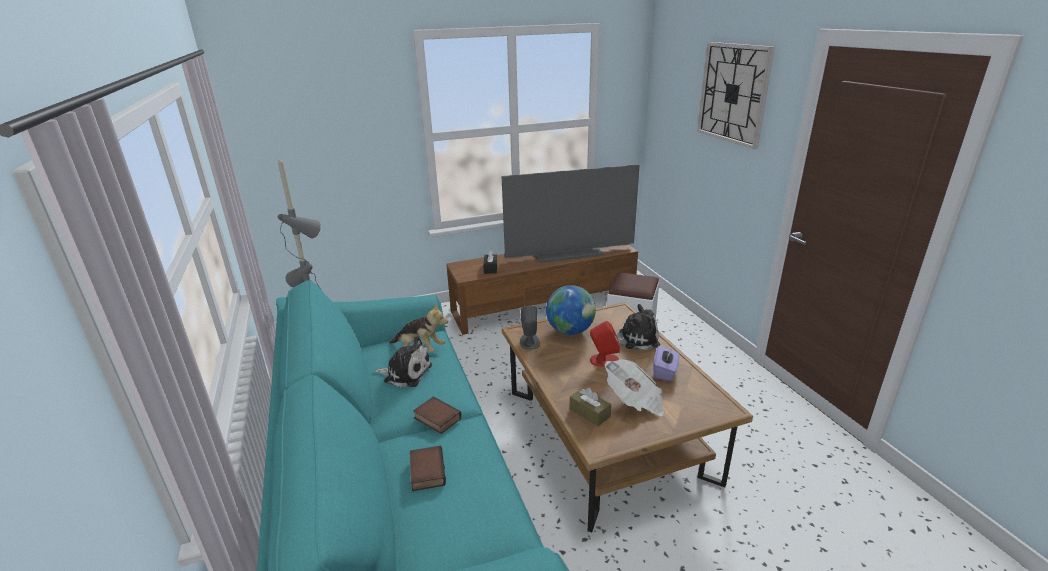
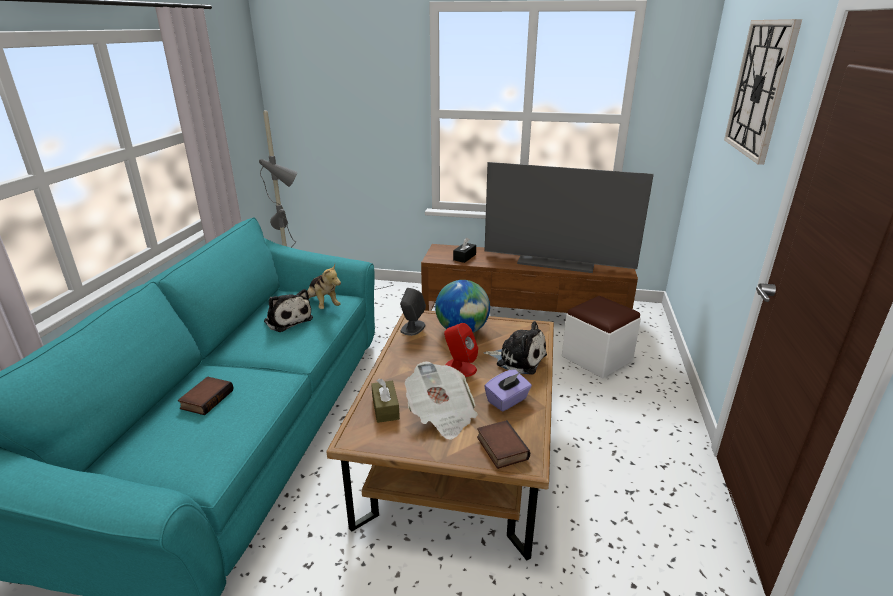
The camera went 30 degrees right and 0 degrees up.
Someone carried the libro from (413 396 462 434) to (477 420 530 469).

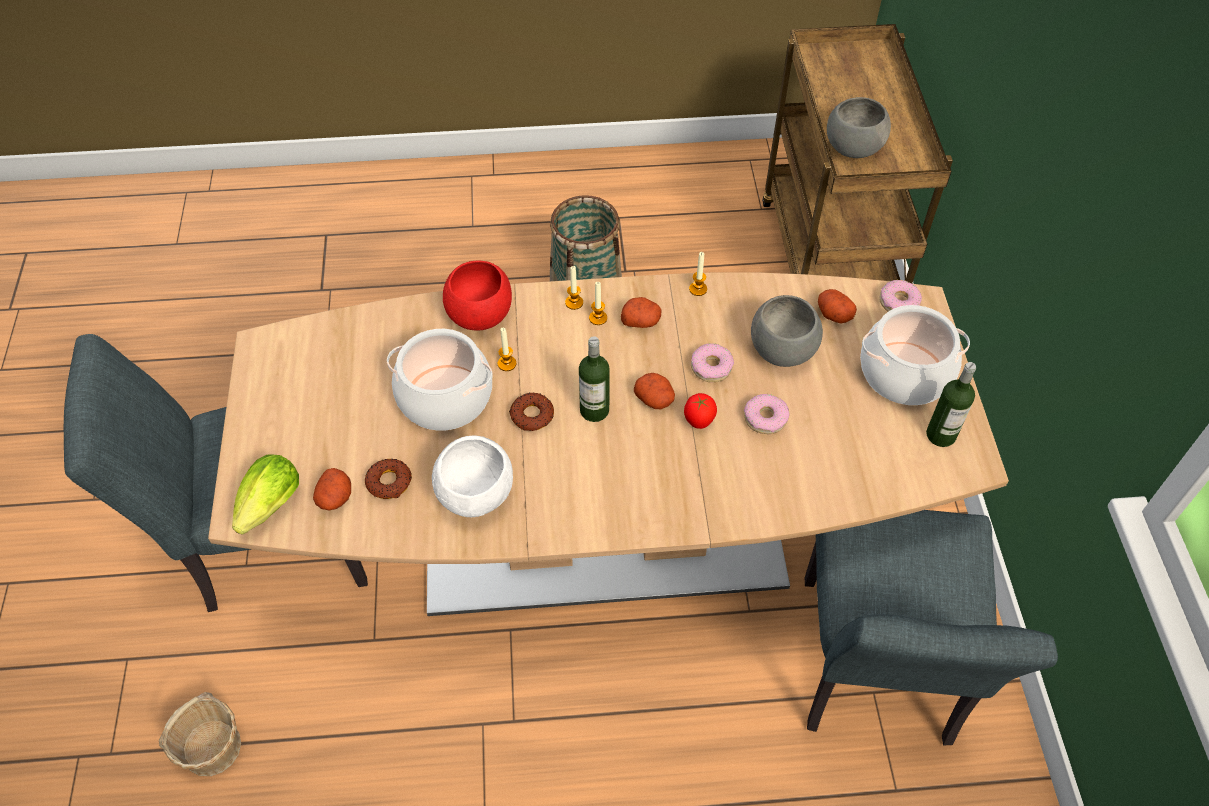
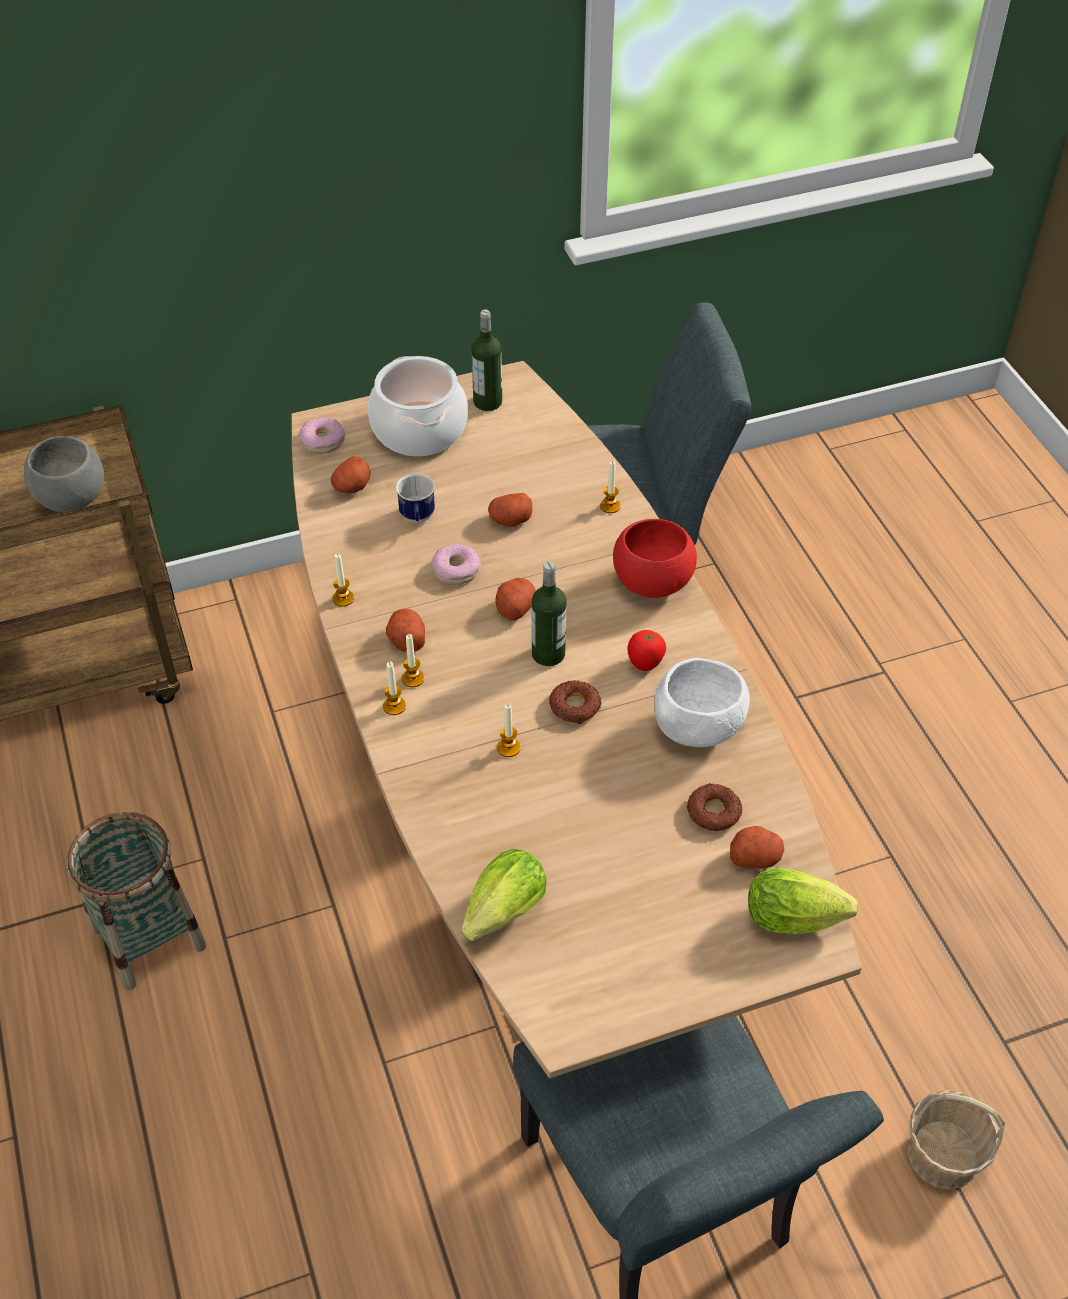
The camera went 105 degrees left and 5 degrees down.
Someone took away the olla at (387 329 493 431).
Someone put down the lechuga at (462 849 547 941).
Someone put down the vela at (600 461 621 513).
Someone carried the cuenco [rojo] from (443 261 512 331) to (613 519 697 598).
Someone carried the tomate from (684 393 717 429) to (627 630 666 671).
Someone swapped the rosquilla at (744 394 789 434) for the patata at (488 493 533 527).
Someone swapped the cuenco [gris] at (751 295 823 367) for the taza grande at (396 473 435 523).

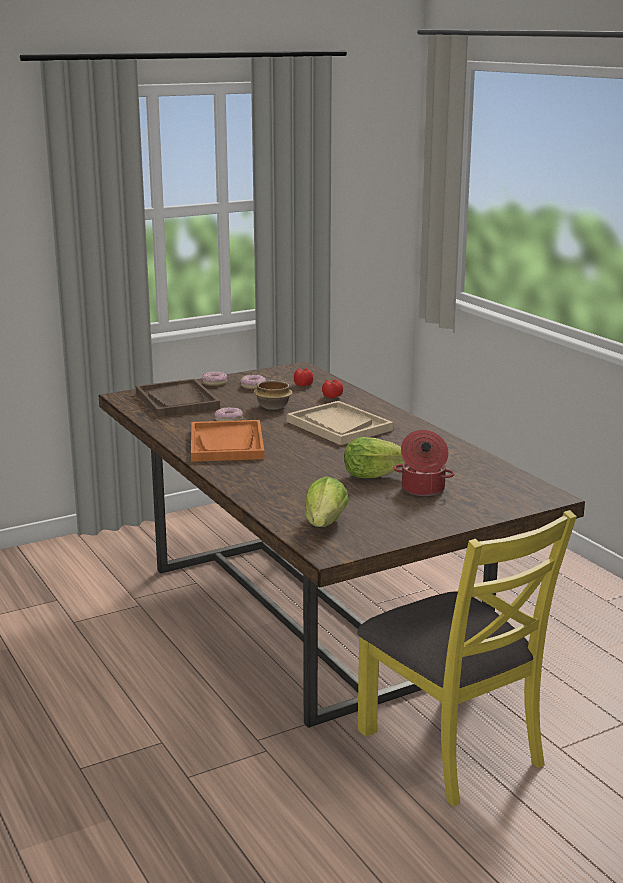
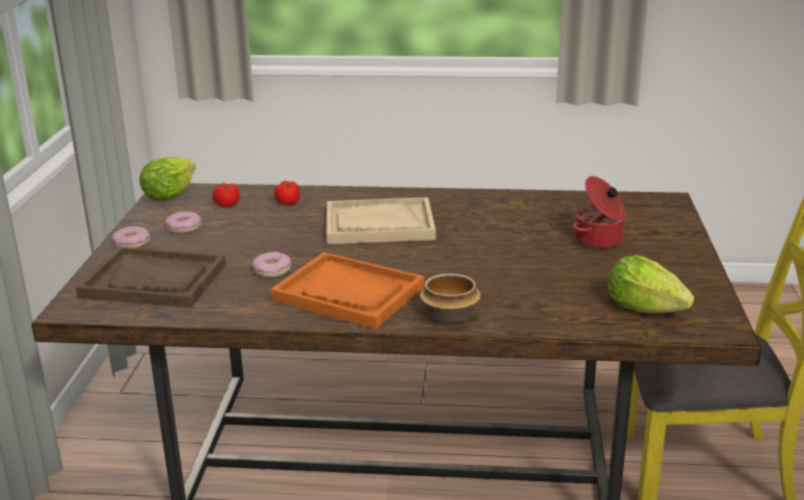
The camera went 55 degrees left and 5 degrees up.
Someone carried the cuenco from (254 380 293 410) to (420 273 481 323).
Someone carried the lechuga from (344 437 405 478) to (139 157 196 201).

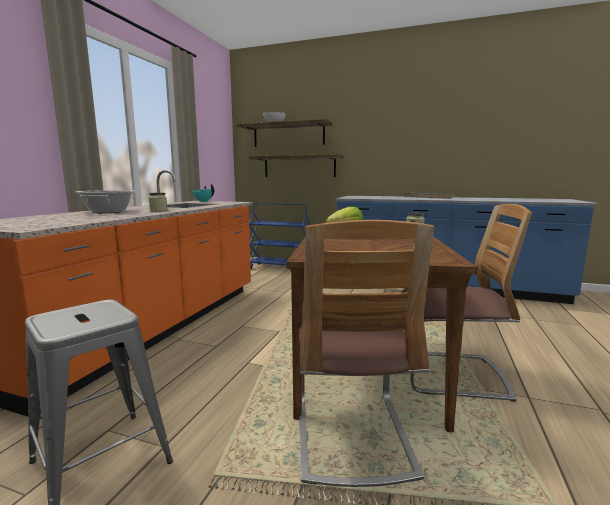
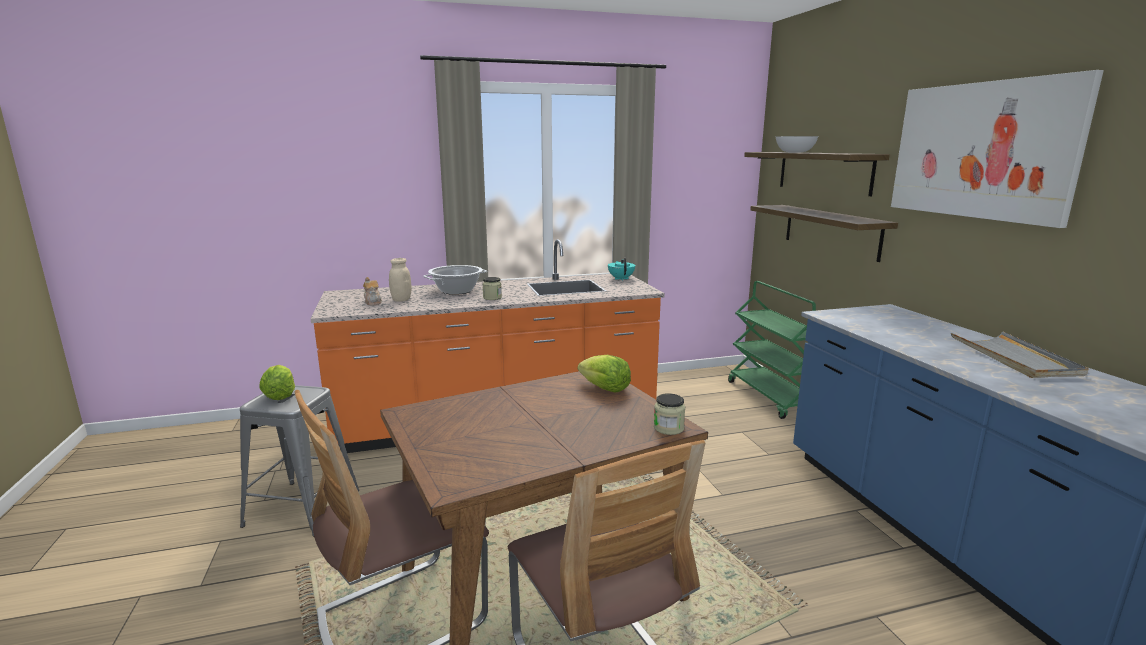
The camera went 55 degrees right and 5 degrees up.
Someone put down the lechuga at (259 365 295 400).
Someone put down the tetera at (363 277 382 306).
Someone put down the tarro [beis] at (389 258 411 302).
Someone put up the cuadro at (891 70 1104 228).
Someone repainted the carrito [azul] at (249 203 310 269), which became the carrito [verde] at (728 281 816 419).

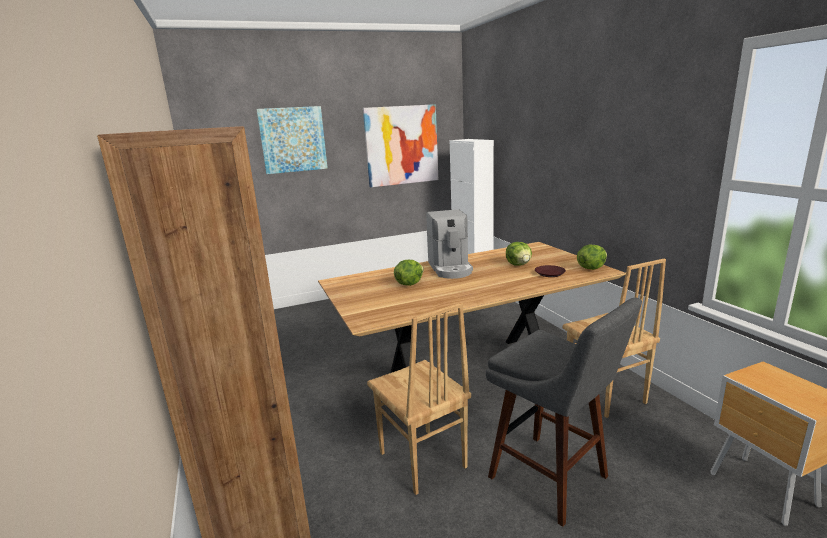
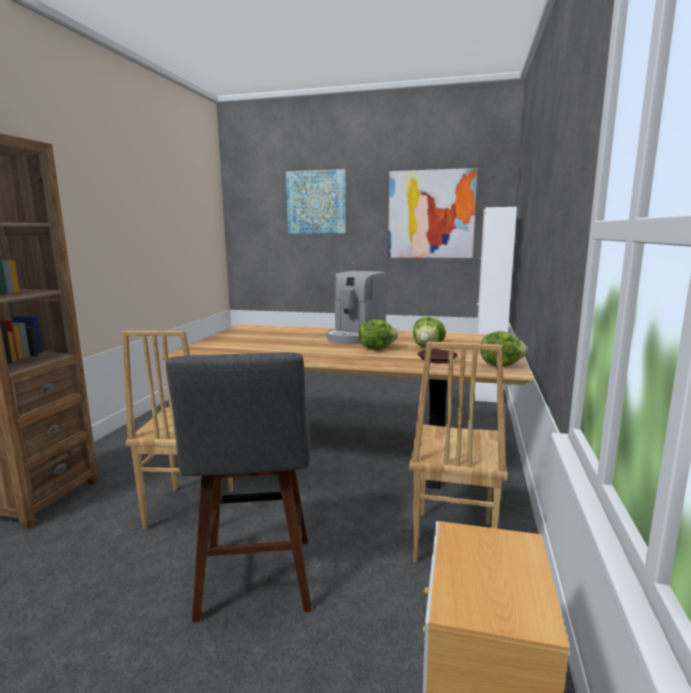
The camera went 35 degrees right and 5 degrees down.
Someone carried the lechuga from (394 260 424 286) to (359 319 398 350).

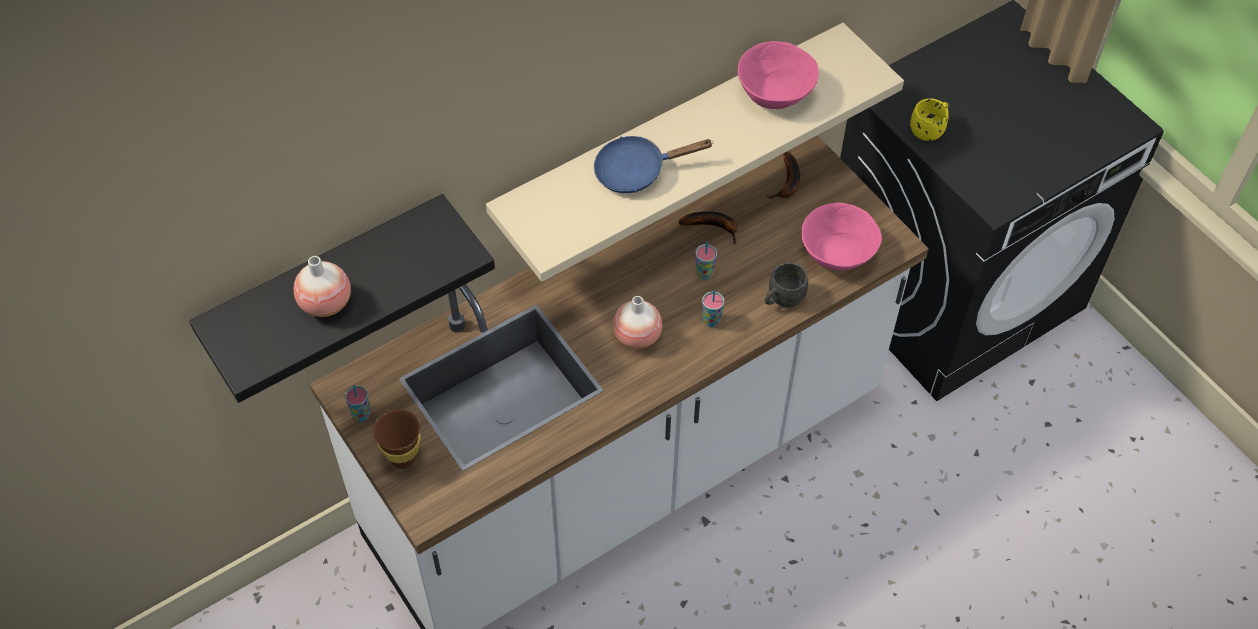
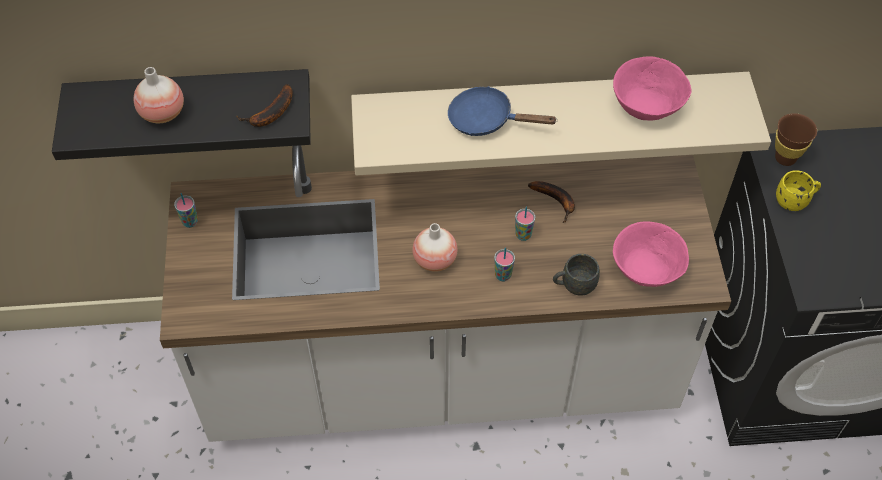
The camera went 30 degrees right and 0 degrees up.
Someone carried the taza [marrón] from (373 409 421 469) to (775 113 817 166).
Someone carried the plátano from (766 152 801 199) to (237 84 292 127).

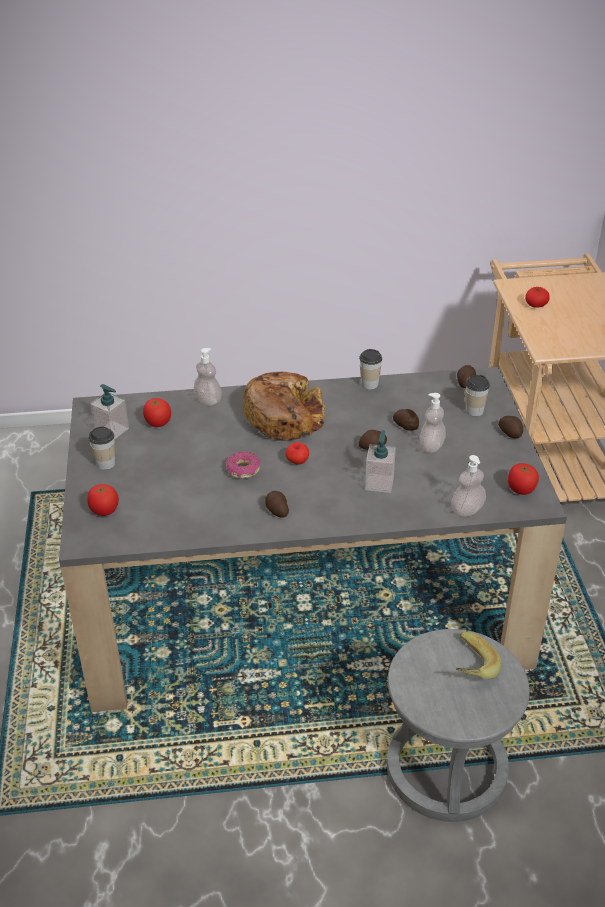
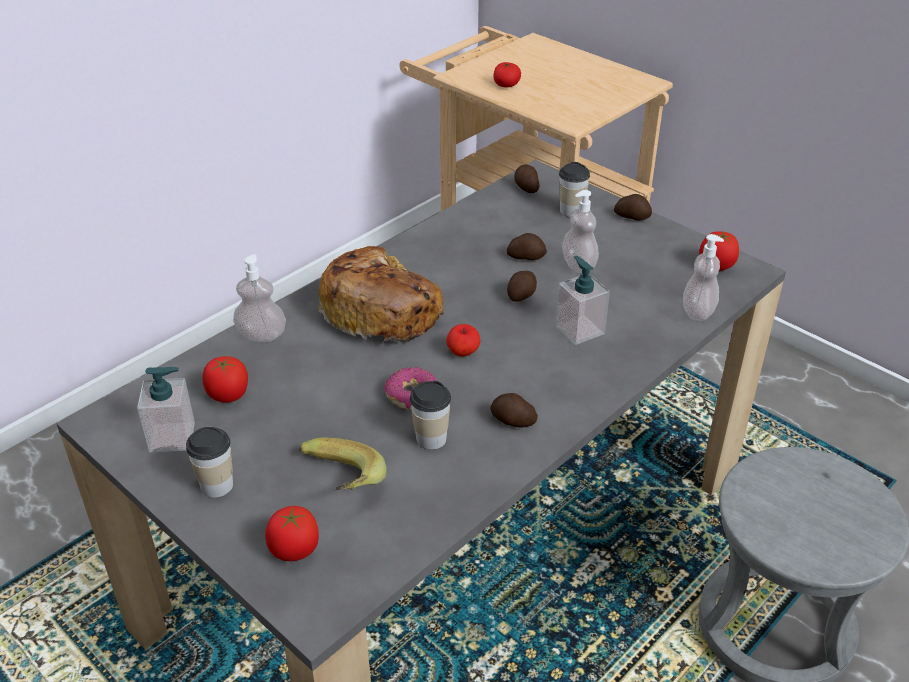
The camera went 40 degrees left and 0 degrees up.
Someone carried the taza from (359 349 382 389) to (410 381 451 450).
Someone carried the plátano from (456 632 501 679) to (299 438 387 490).

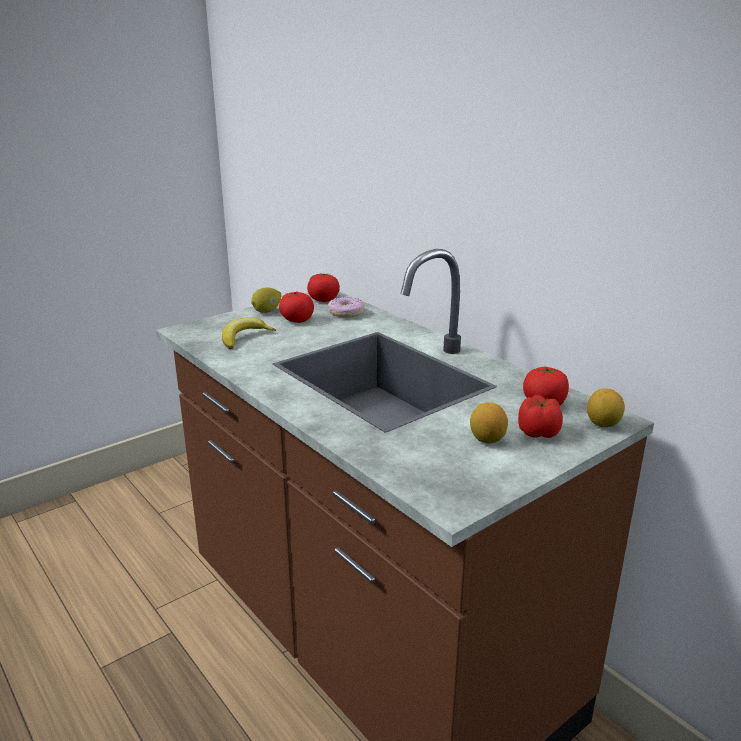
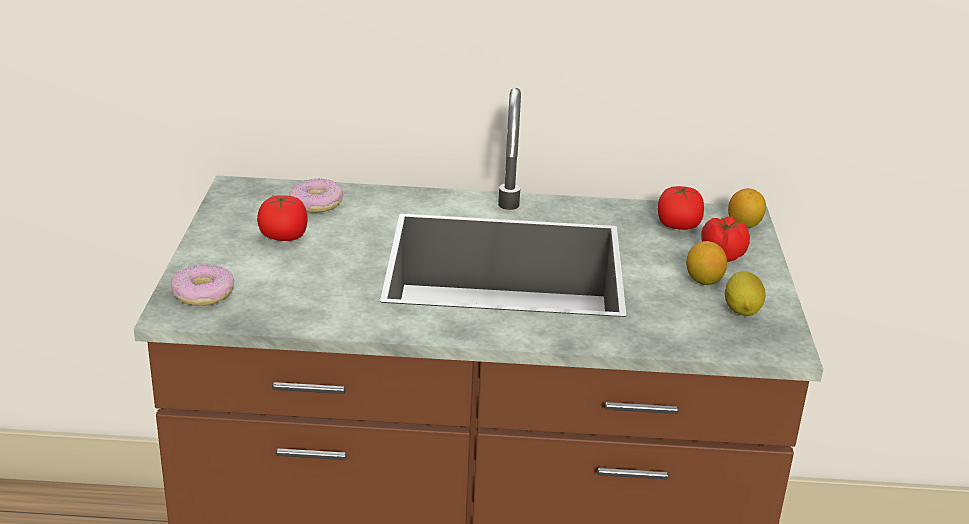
The camera went 50 degrees left and 5 degrees up.
Someone took away the plátano at (222 317 276 349).
Someone took away the tomate at (307 273 340 302).
Someone put down the rosquilla at (171 264 234 306).
Someone carried the limón from (251 287 282 313) to (725 272 766 316).

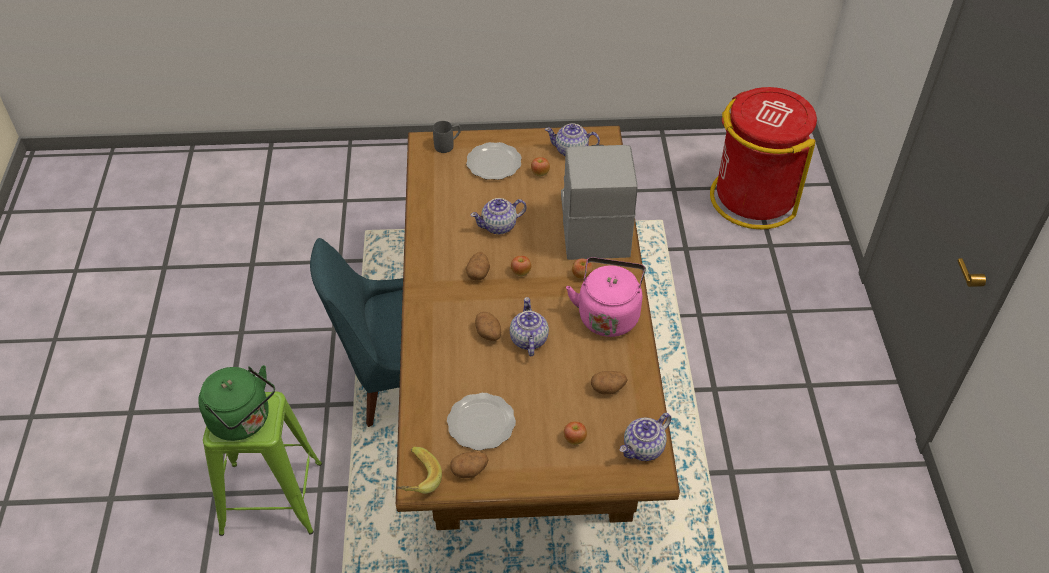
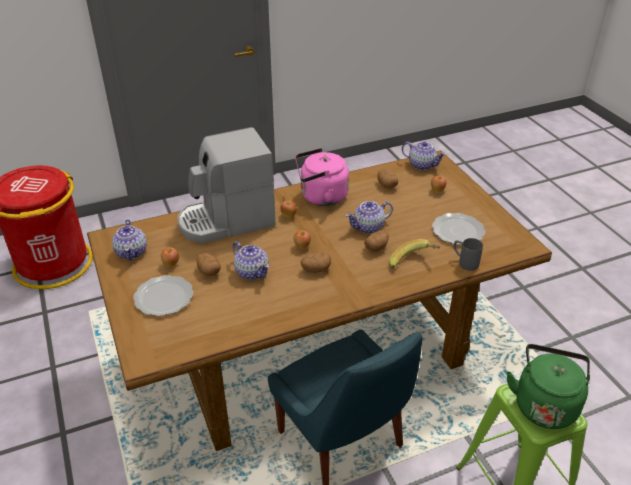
The camera went 110 degrees left and 10 degrees down.
Someone carried the plátano from (396 447 442 494) to (389 239 440 269).
Someone carried the taza grande [gris] from (433 121 461 153) to (454 238 483 271).
Someone carried the patata from (450 452 489 478) to (196 253 221 276).

